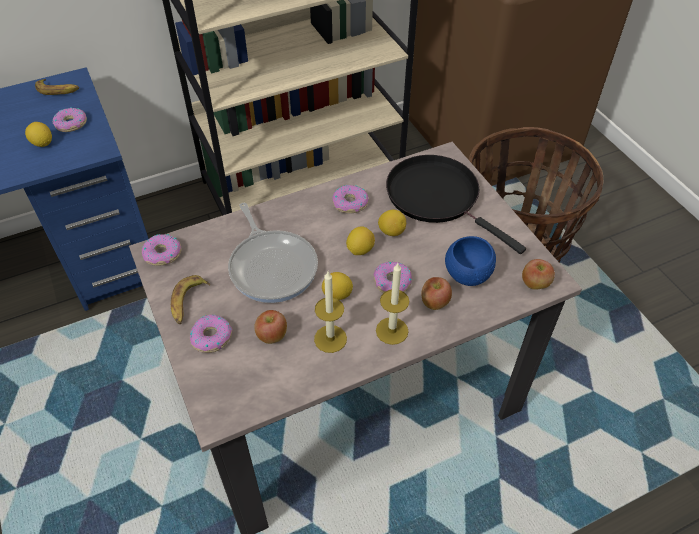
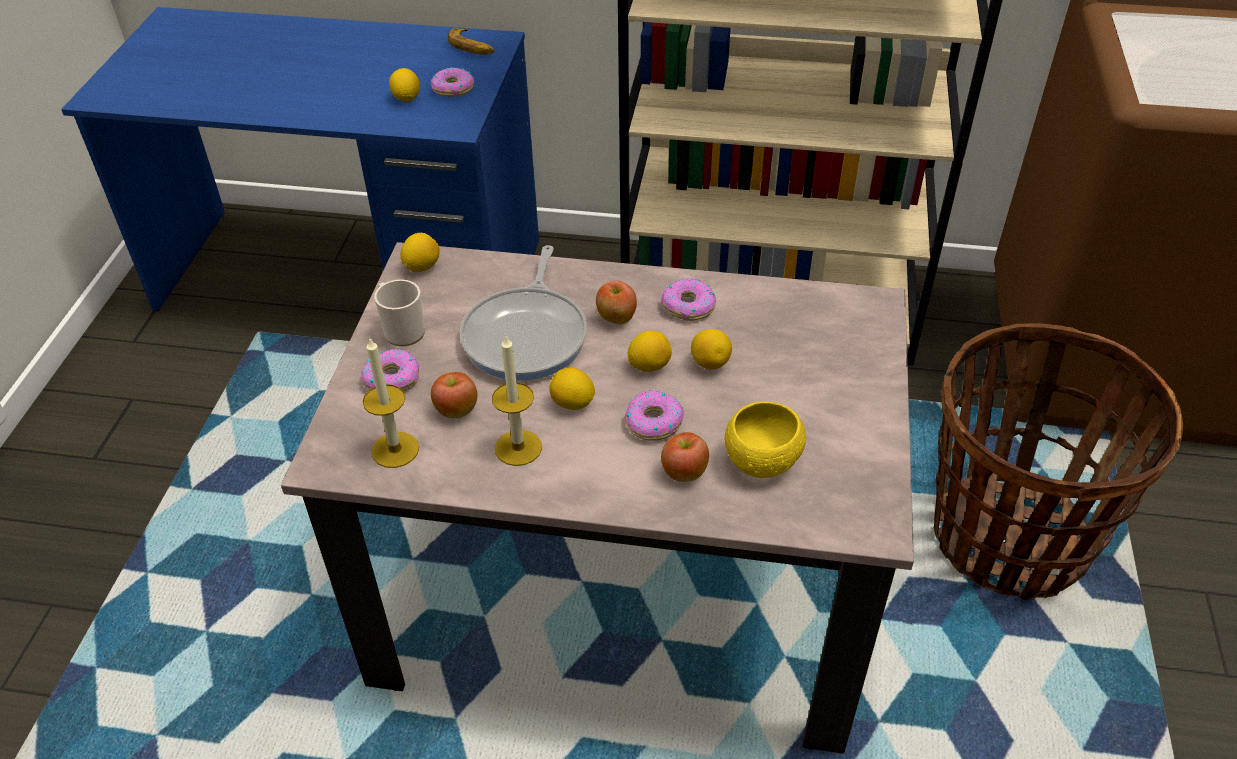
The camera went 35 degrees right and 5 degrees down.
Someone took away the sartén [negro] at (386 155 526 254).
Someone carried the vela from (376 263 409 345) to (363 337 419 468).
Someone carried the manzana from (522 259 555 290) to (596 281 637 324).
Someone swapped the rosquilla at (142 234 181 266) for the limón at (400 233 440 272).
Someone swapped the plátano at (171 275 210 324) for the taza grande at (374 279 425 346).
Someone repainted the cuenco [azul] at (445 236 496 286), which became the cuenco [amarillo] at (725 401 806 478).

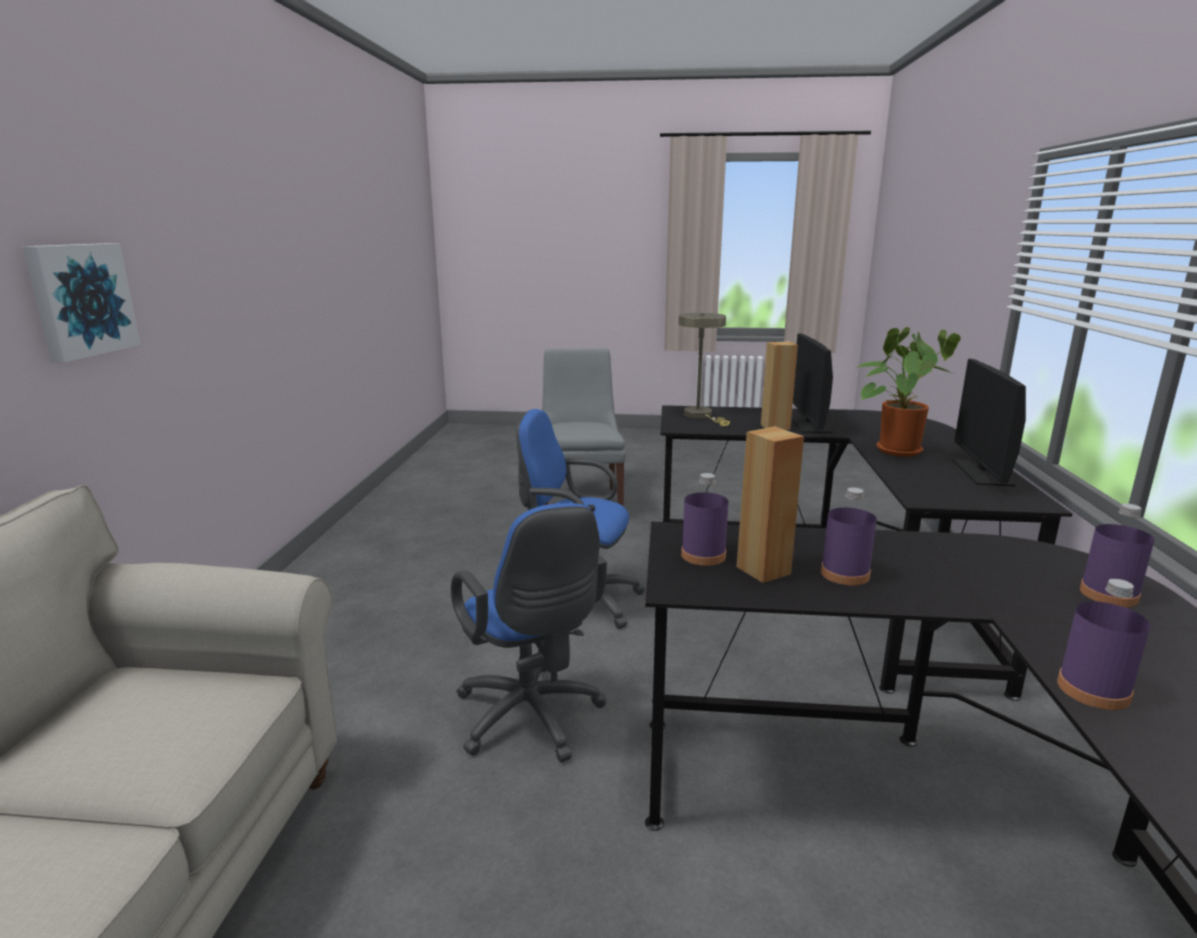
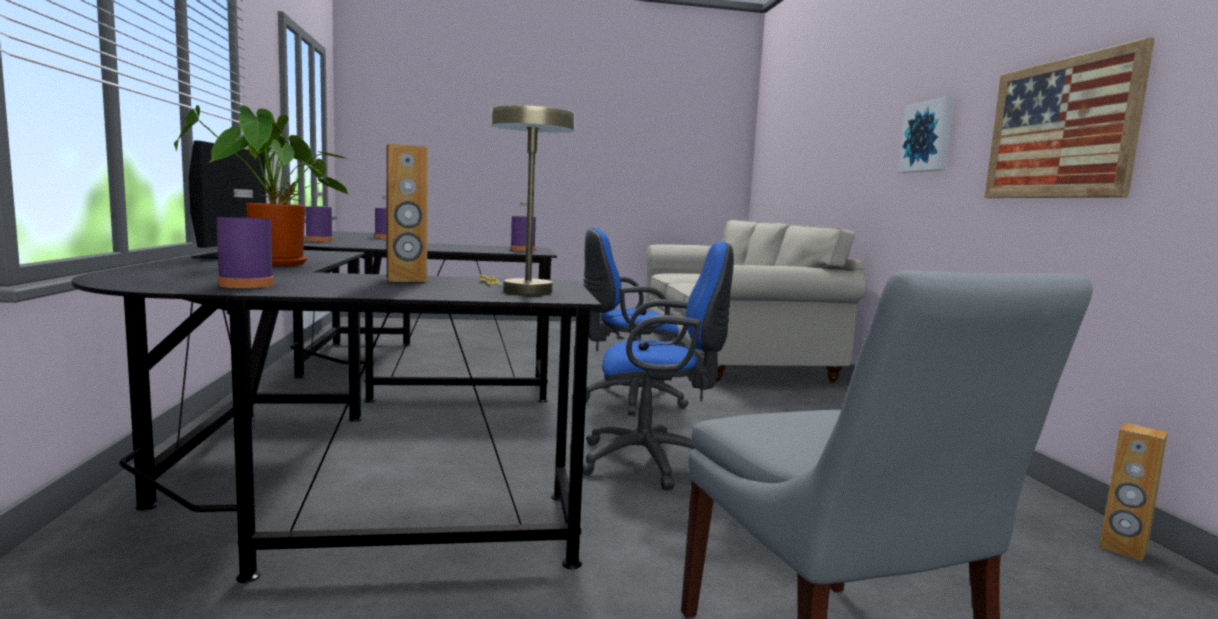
The camera went 165 degrees right and 10 degrees down.
Someone took away the monitor at (791 334 833 433).
Someone put up the cuadro at (984 37 1155 198).
Someone carried the altavoz [marrón] from (737 426 804 583) to (1099 423 1168 561).
Someone carried the botella [morado] from (821 488 877 585) to (216 189 274 288).
Someone rotated the silla de oficina [azul] at (451 503 607 762) by 60 degrees counterclockwise.

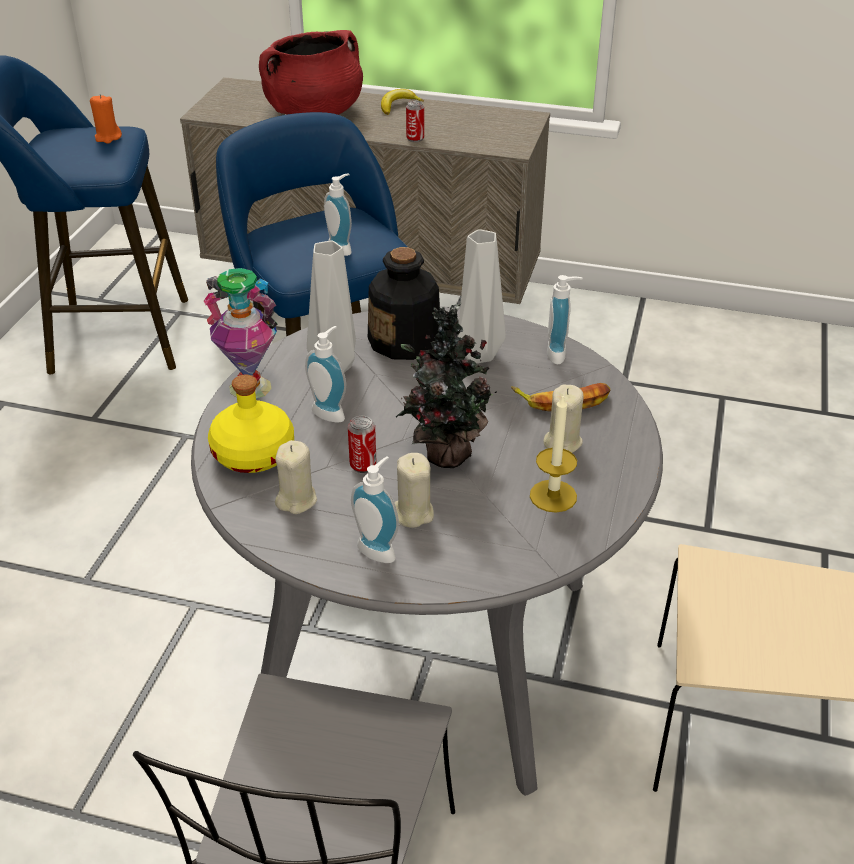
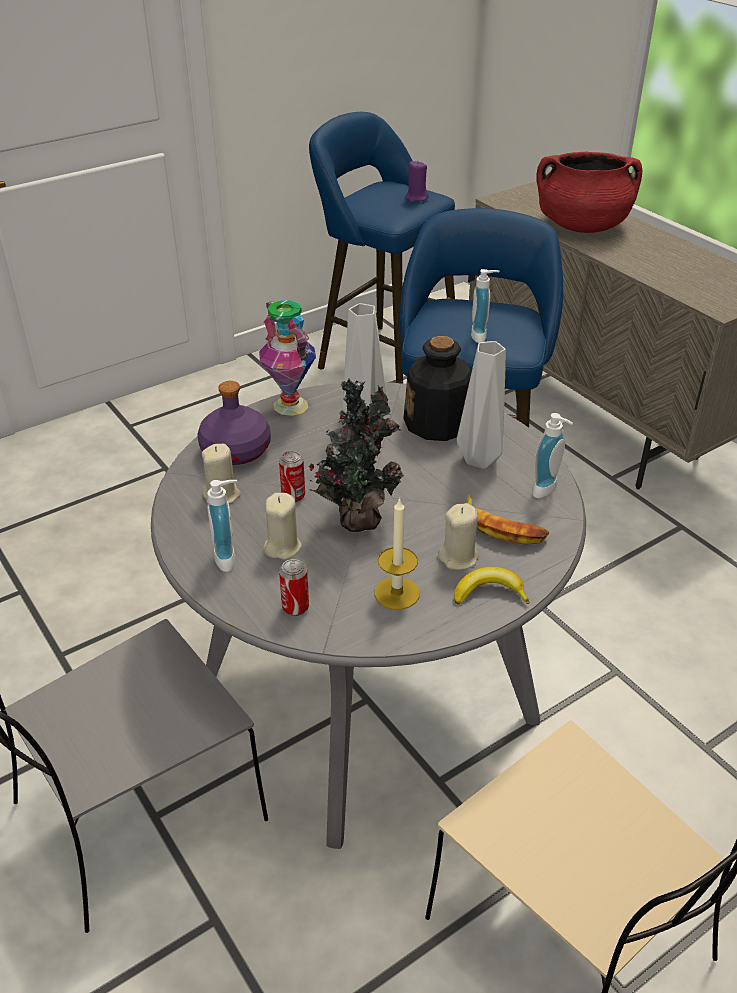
The camera went 40 degrees right and 0 degrees up.
Someone took away the dispensador de jabón at (305 326 346 423).
Someone carried the plátano from (381 89 424 115) to (454 567 530 605).
Someone carried the lata from (406 101 424 142) to (279 559 309 616).
Someone repainted the vela [naranja] at (90 95 122 144), which became the vela [morado] at (405 160 429 202).
Someone repainted the botella [amarillo] at (208 375 294 473), which became the botella [morado] at (198 381 271 465).

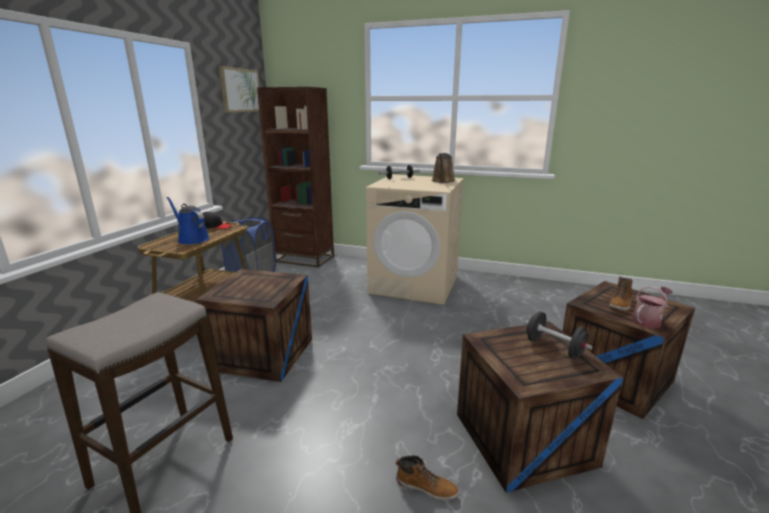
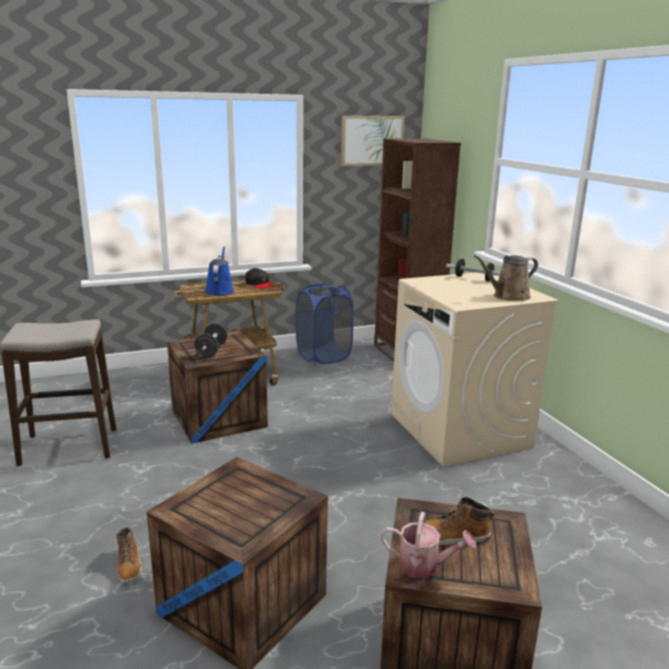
The camera went 50 degrees right and 0 degrees up.
Someone carried the mancuerna [negro] from (525 311 593 359) to (194 323 228 357).

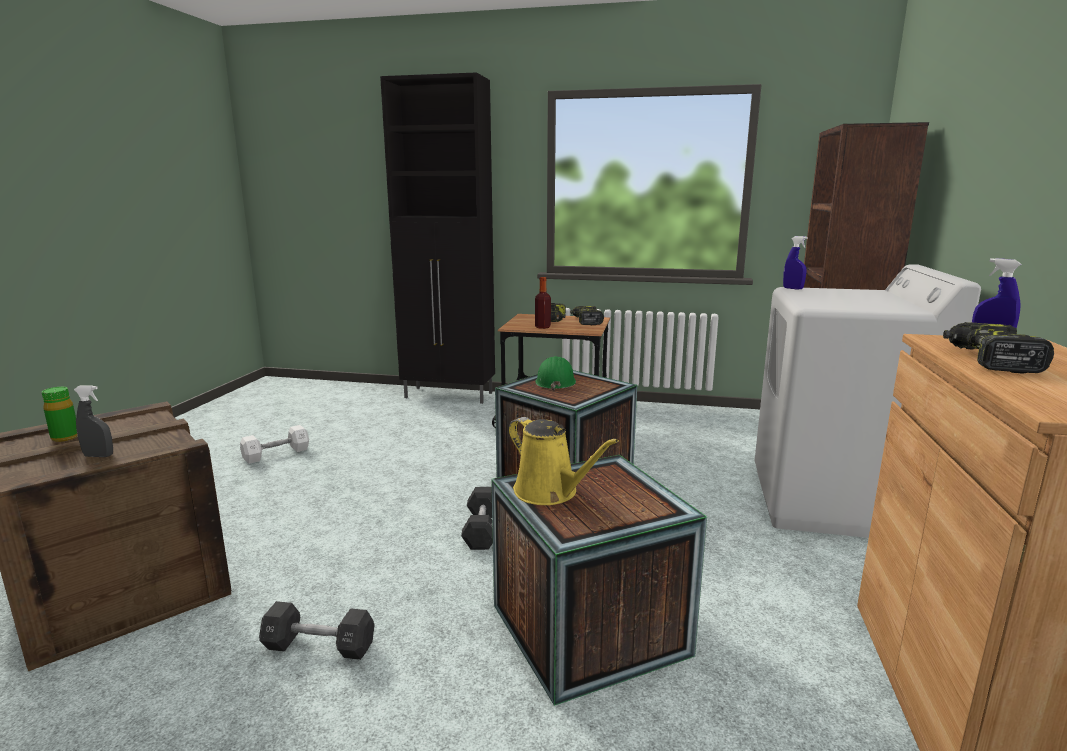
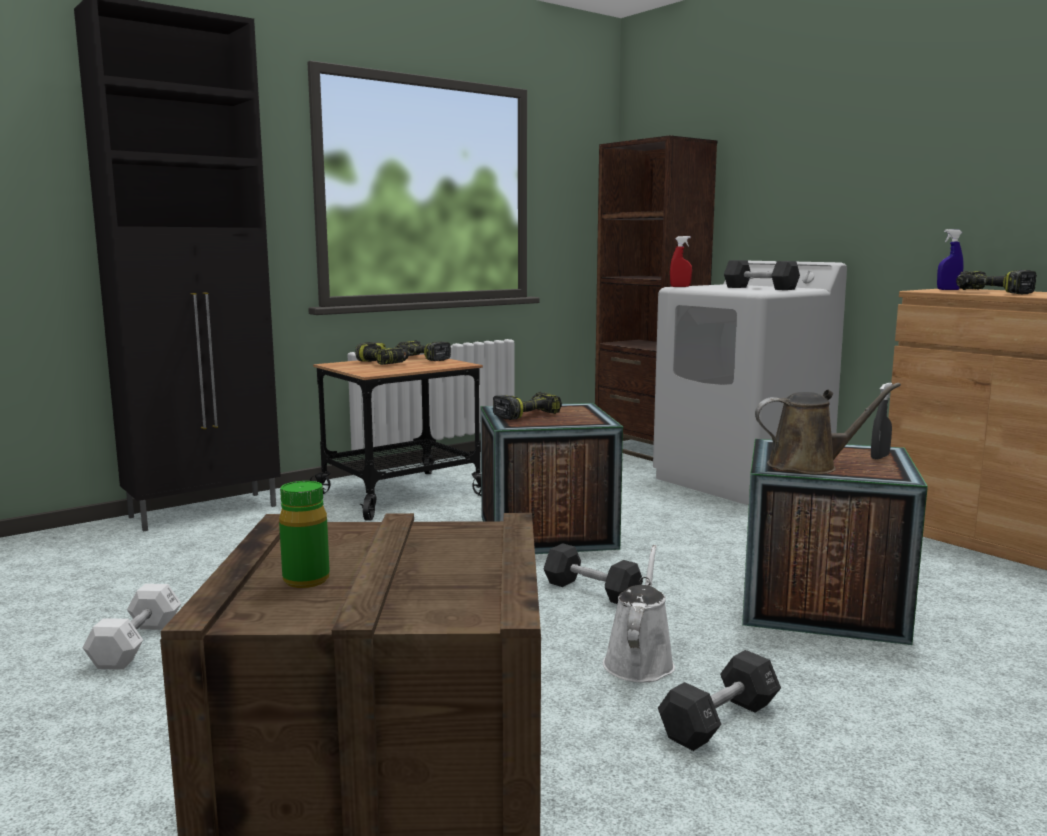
The camera went 50 degrees left and 5 degrees down.
Someone took away the botella at (535 277 551 329).
Someone put down the regadera [blanco] at (603 545 675 682).
Someone put down the mancuerna [negro] at (724 260 800 290).
Someone carried the pulverizador [gris] from (74 385 113 457) to (871 383 892 460).
Someone swapped the casco [verde] at (535 356 576 391) for the taladro at (493 392 562 420).
Someone repainted the regadera [amarillo] at (509 417 619 505), which became the regadera [marrón] at (755 383 901 474).
Someone repainted the pulverizador [azul] at (783 236 808 290), which became the pulverizador [rojo] at (670 236 692 287).

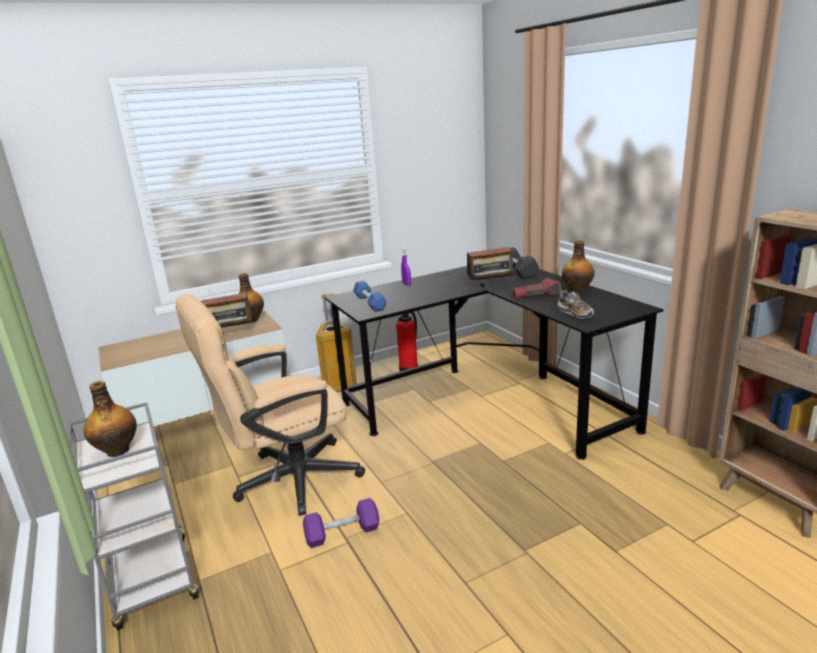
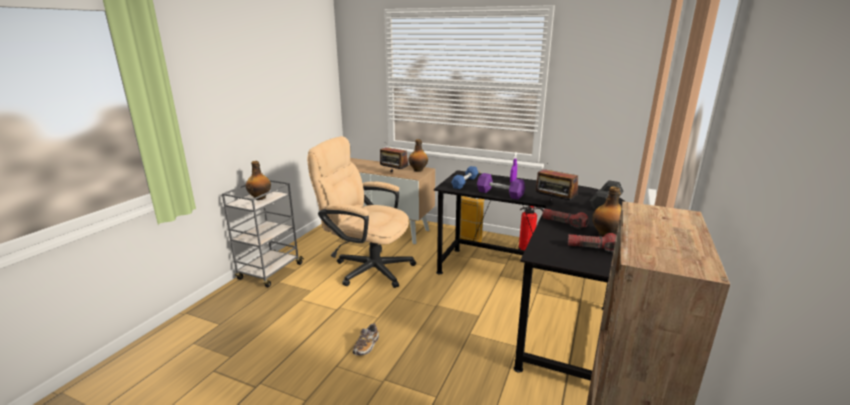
The camera went 50 degrees right and 0 degrees up.
Someone put down the linterna at (568 233 616 252).
Someone carried the mancuerna [morado] from (303 498 380 548) to (477 173 525 200).
Someone carried the zapato from (557 290 595 319) to (353 323 379 356).

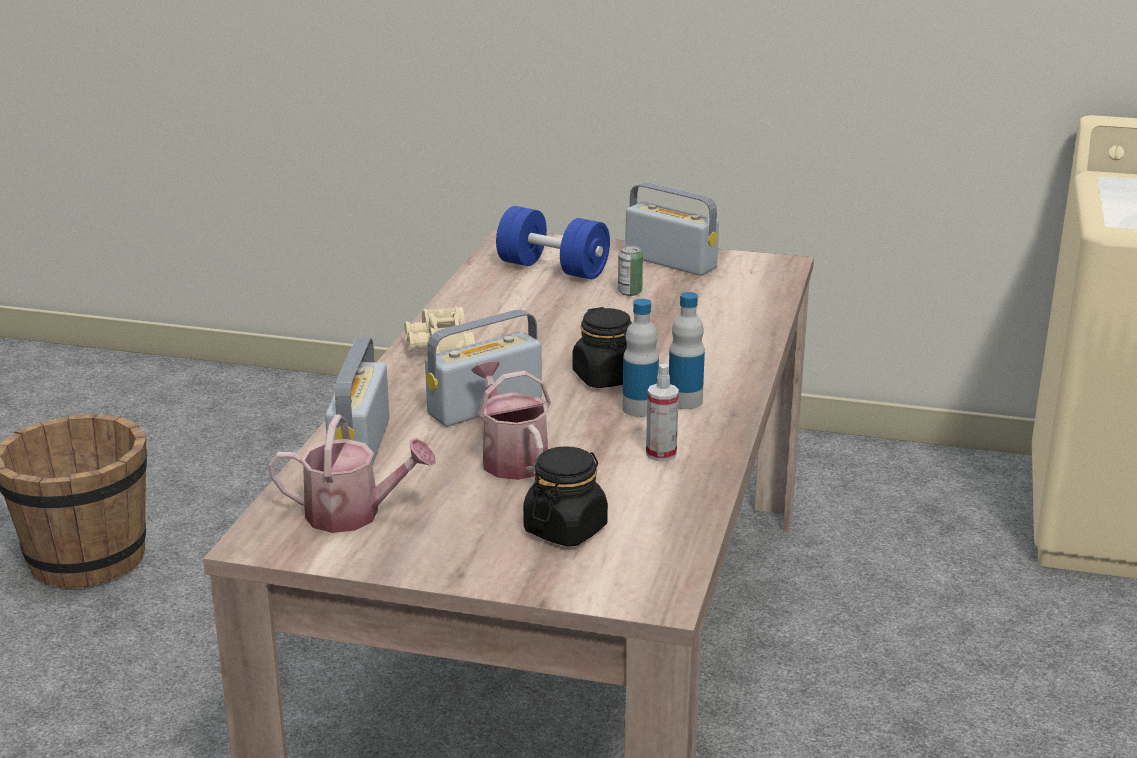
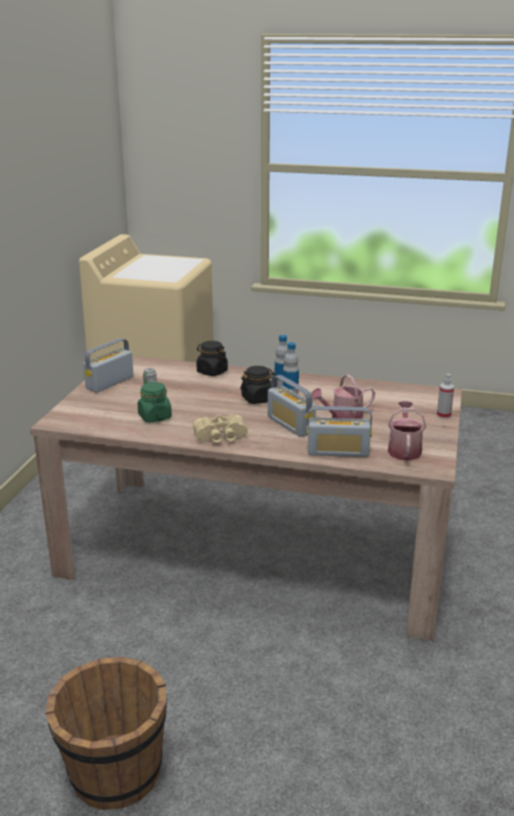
The camera went 90 degrees left and 0 degrees up.
Someone took away the mancuerna [azul] at (496 206 610 279).
Someone put down the tarro [verde] at (138 382 172 423).
Someone carried the tarro [negro] from (523 446 608 547) to (196 341 228 376).
Someone carried the pulverizador from (646 364 679 461) to (437 374 454 419).

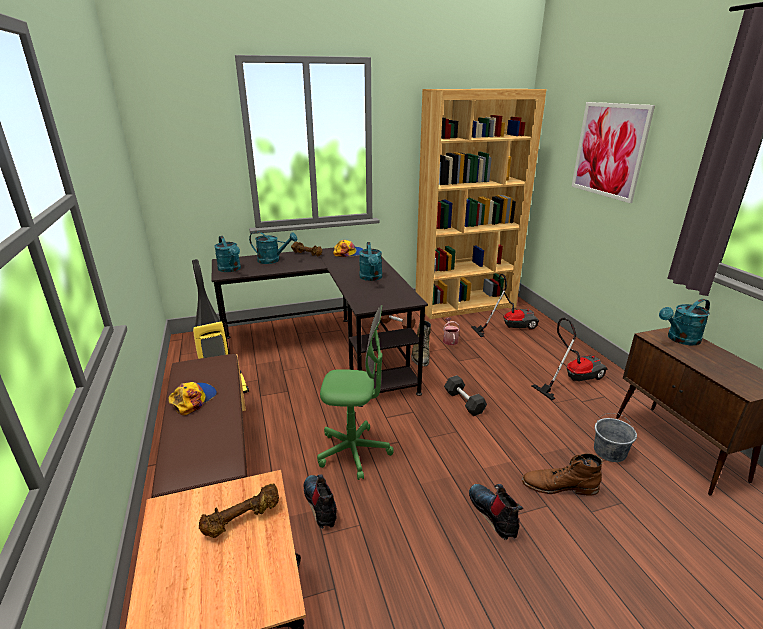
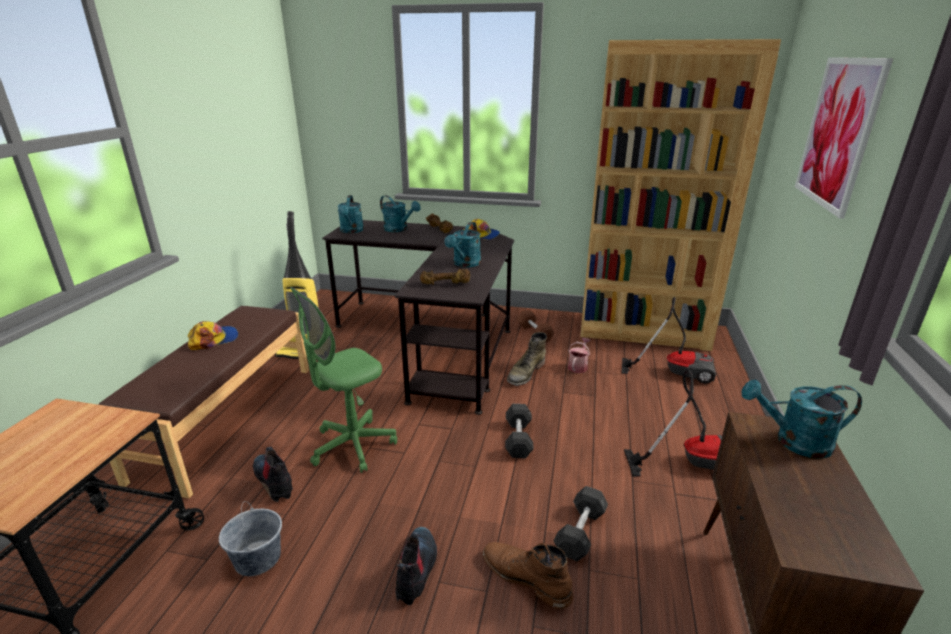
The camera went 30 degrees right and 0 degrees up.
Someone put down the mancuerna [gris] at (553 486 608 561).
Someone carried the mancuerna [marrón] from (199 483 279 538) to (420 269 470 285).
Someone carried the cubo [gris] from (594 413 637 462) to (219 501 282 576).
Someone rotated the bota at (304 475 337 529) by 45 degrees counterclockwise.
Someone rotated the silla de oficina [verde] at (317 305 394 480) by 105 degrees clockwise.

